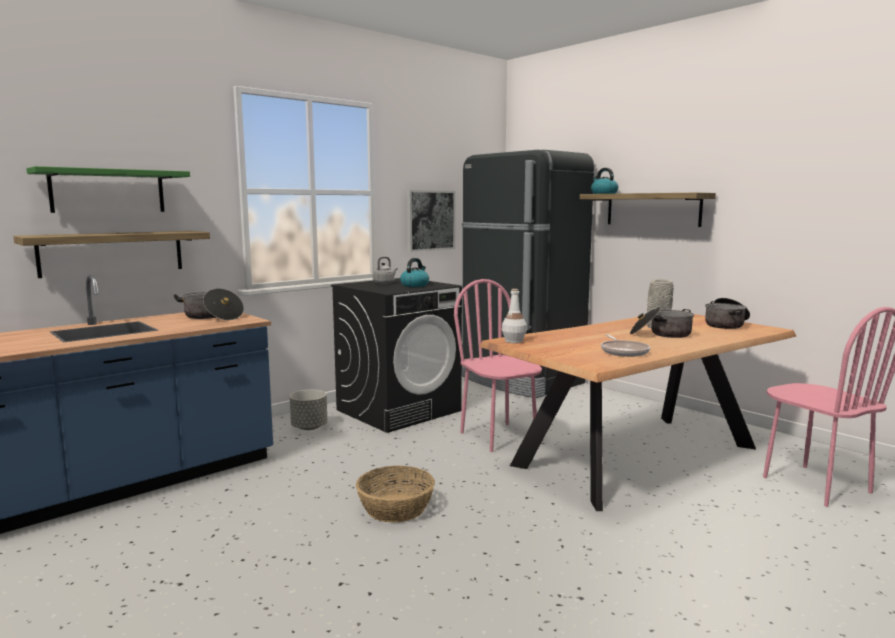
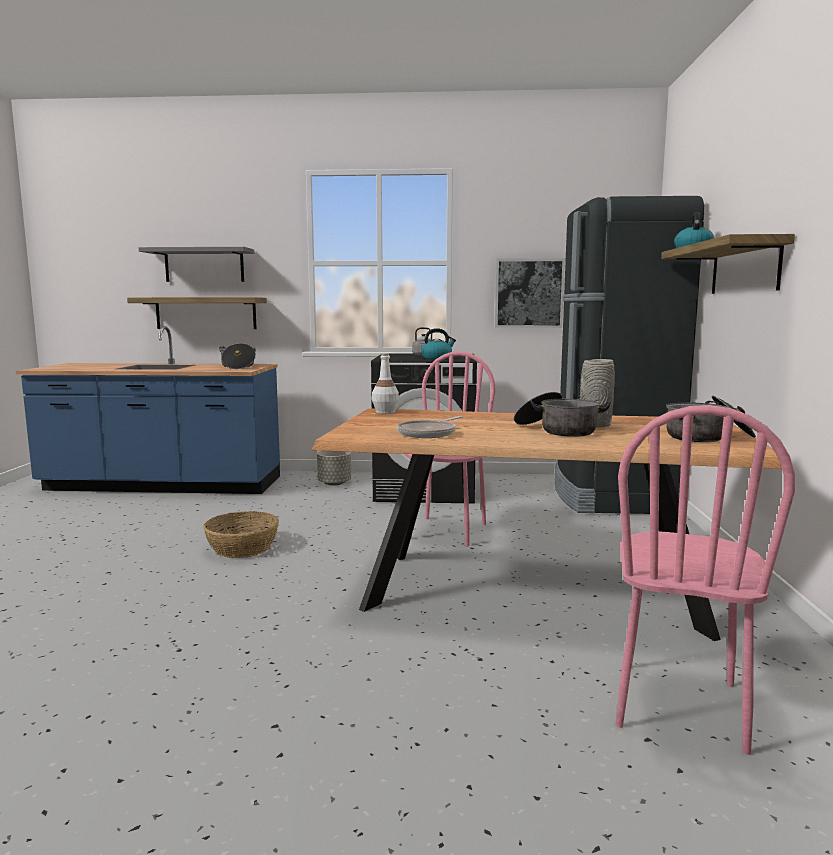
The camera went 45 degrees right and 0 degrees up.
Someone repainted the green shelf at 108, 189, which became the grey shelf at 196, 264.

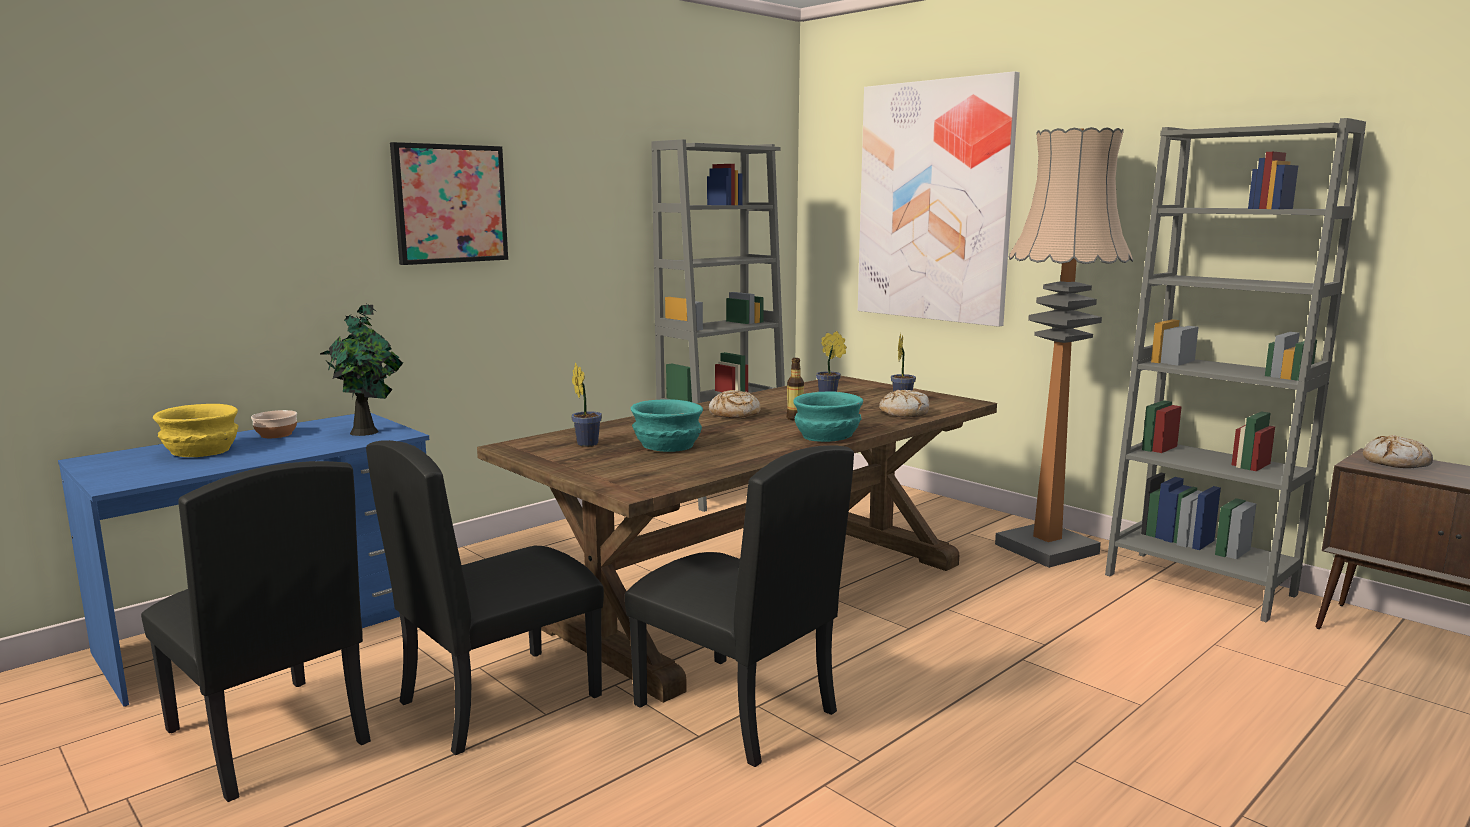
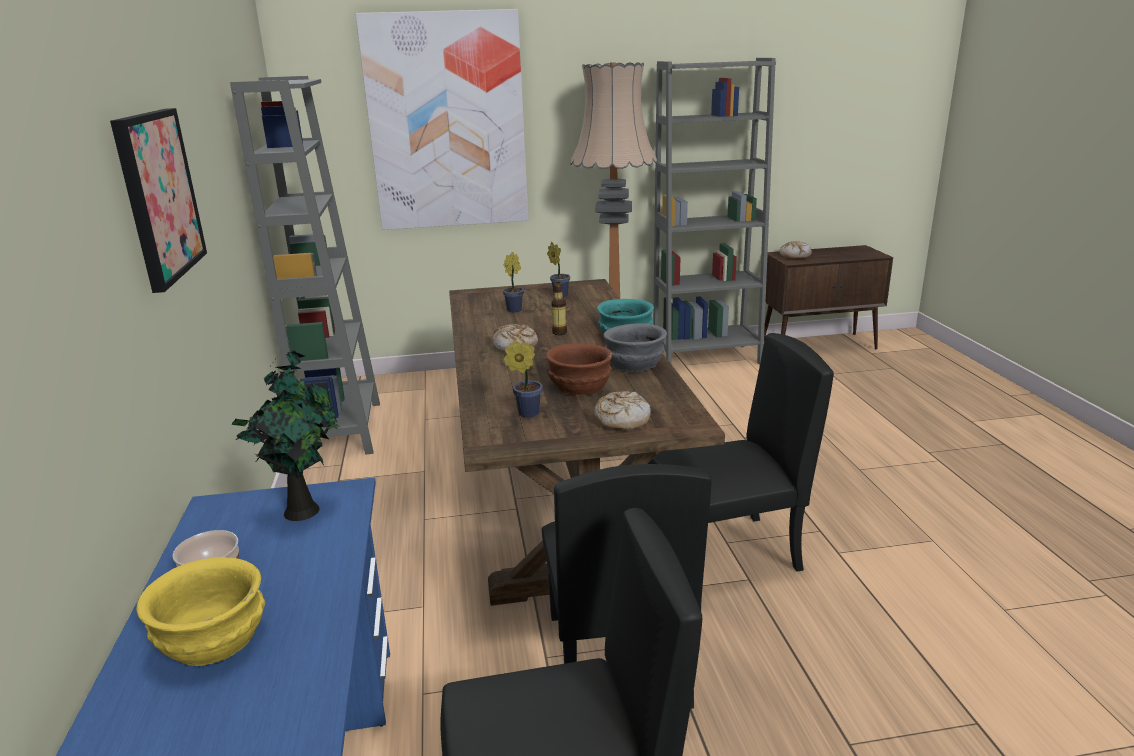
The camera went 55 degrees left and 10 degrees up.
Someone repainted the turquoise bowl at 667, 425, which became the brown bowl at 579, 369.
Someone carried the bread from 904, 403 to 622, 410.
Someone put down the grey bowl at 635, 347.

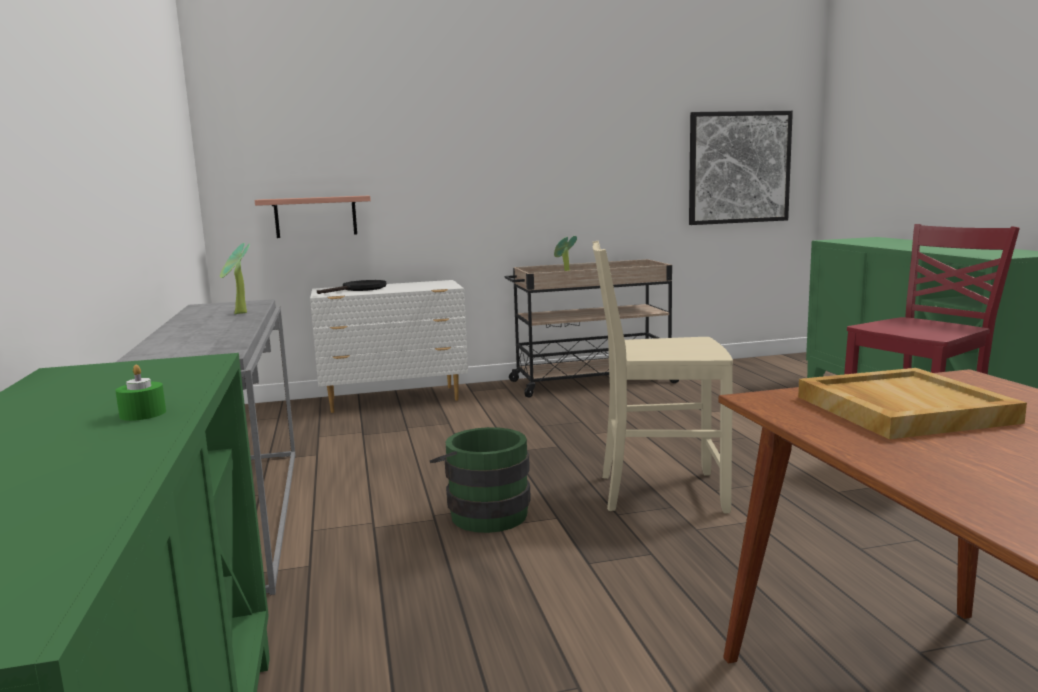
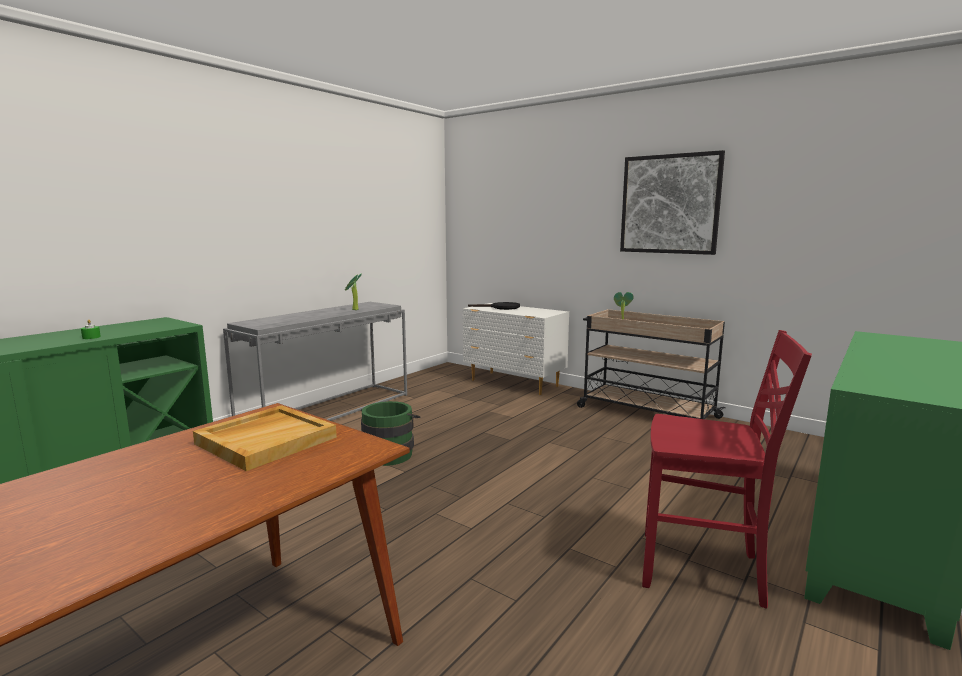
The camera went 50 degrees right and 0 degrees up.
Someone carried the picture from 741, 168 to 672, 202.
Someone took away the shelf at 313, 217.
Someone took away the beige chair at 663, 377.

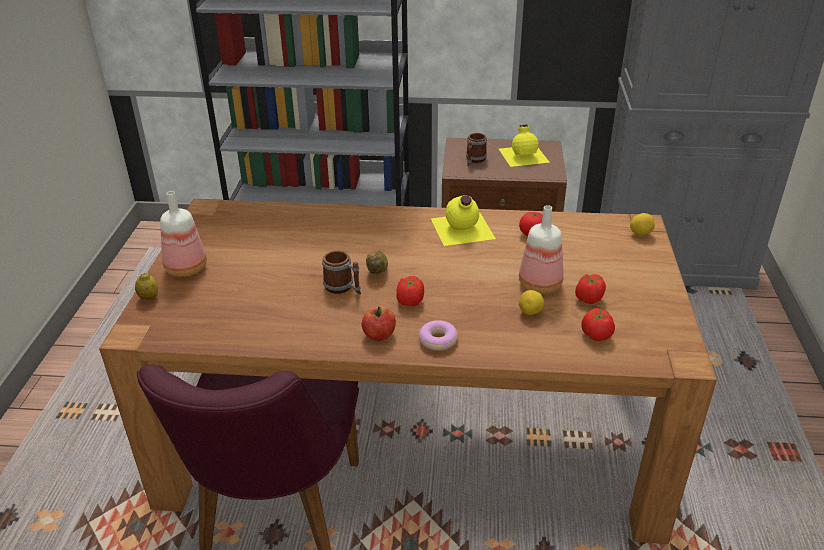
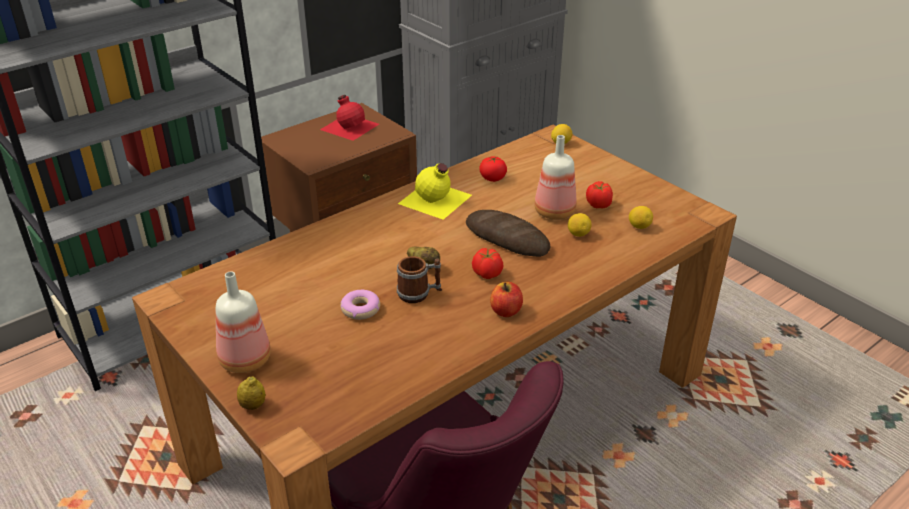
The camera went 45 degrees left and 0 degrees up.
Someone repainted the yellow bottle at 524, 145, which became the red bottle at 349, 118.
Someone carried the donut from 438, 335 to 360, 305.
Someone put down the bread at 508, 233.
Someone swapped the tomato at 598, 324 for the lemon at 641, 217.
Someone took away the mug at 476, 149.

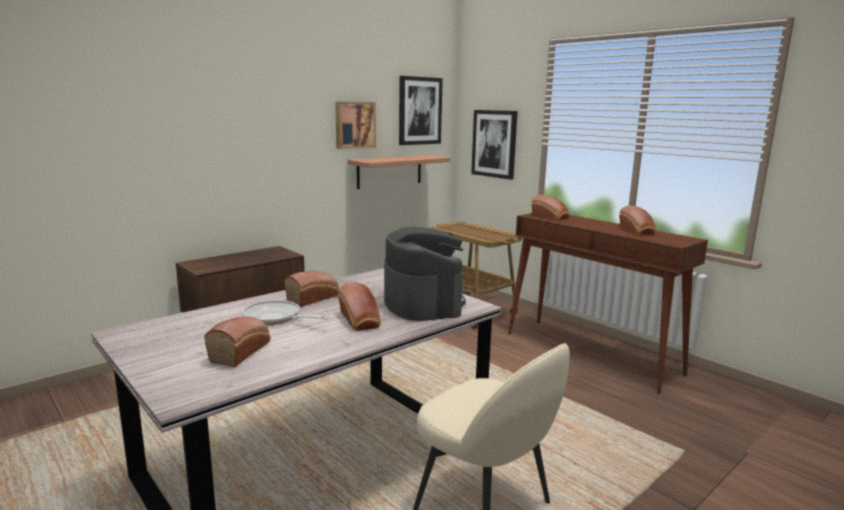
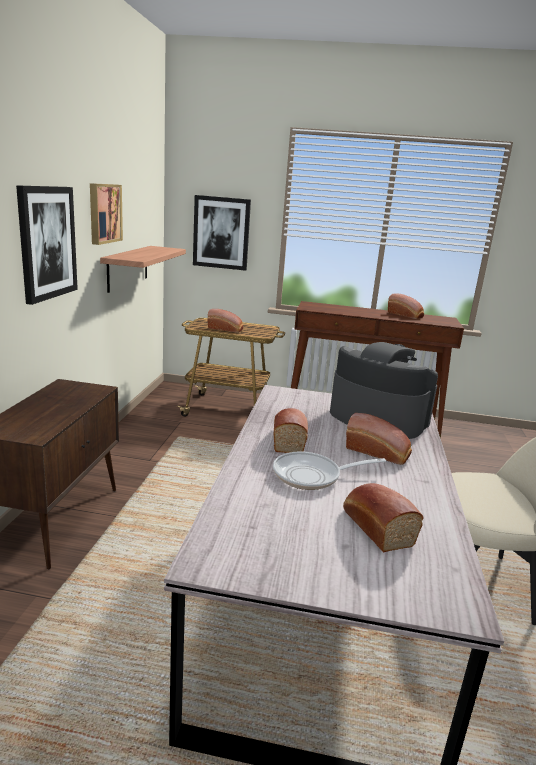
The camera went 40 degrees left and 5 degrees up.
Someone carried the picture from 421, 110 to 47, 245.
Someone carried the bread from 550, 207 to 225, 321.

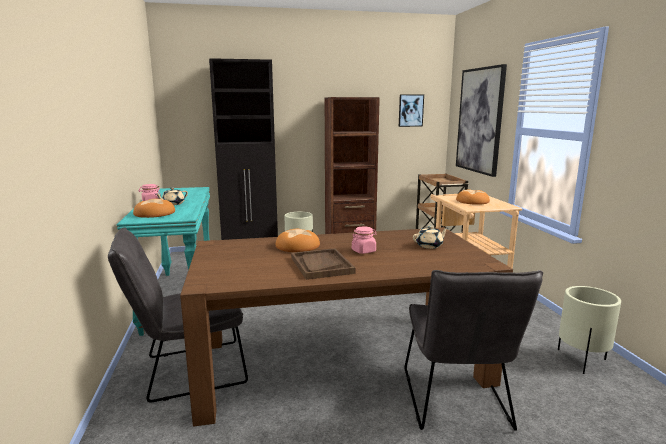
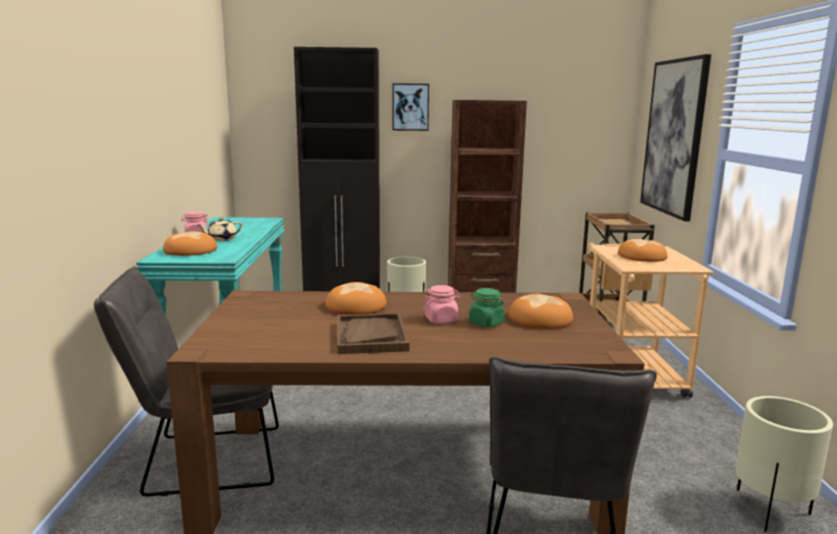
The camera went 10 degrees right and 0 degrees up.
Someone carried the picture from 411, 110 to 411, 107.
Someone put down the green jar at 487, 307.
Someone swapped the beige teapot at 430, 237 for the bread at 540, 311.

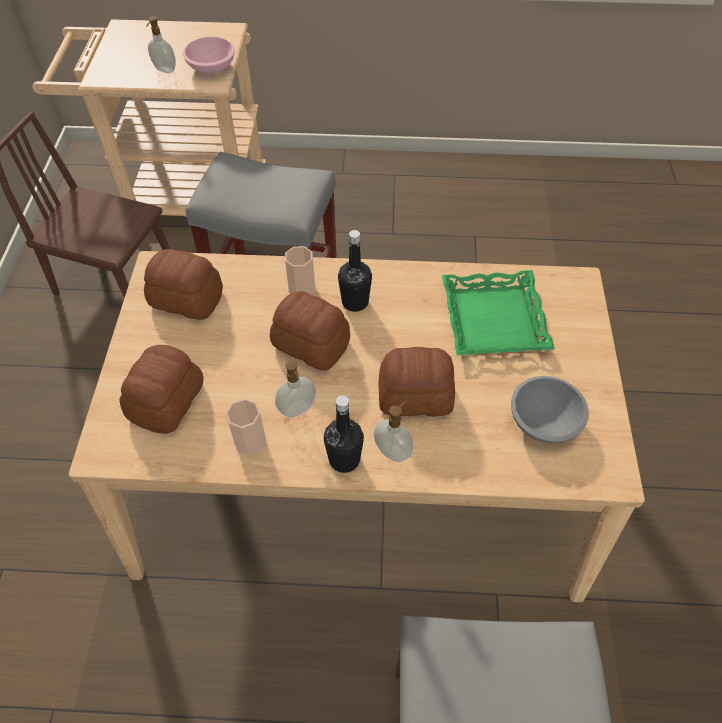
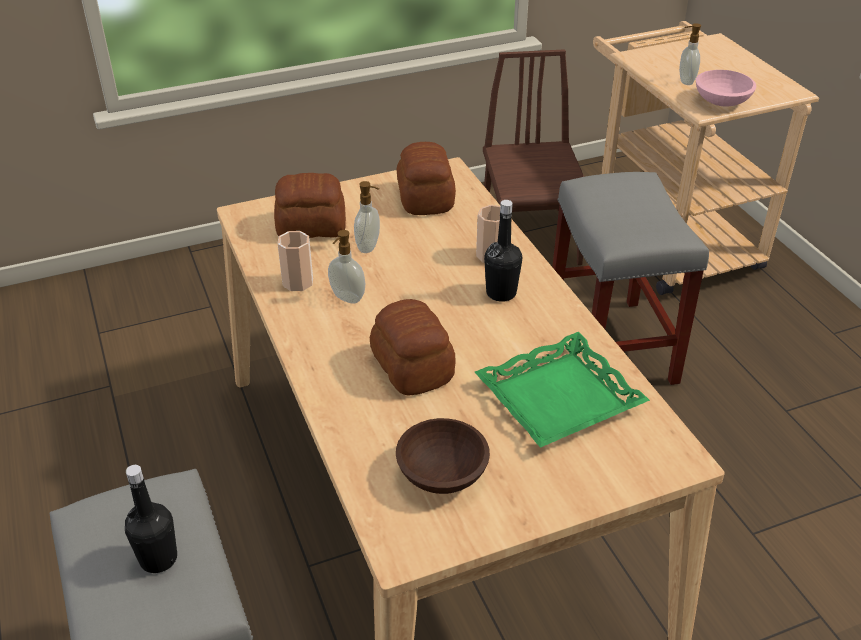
The camera went 65 degrees right and 15 degrees down.
Someone carried the black bottle from 344, 434 to 151, 519.
Someone carried the soap dispenser from 393, 431 to 367, 217.
Someone repainted the grey bowl at 550, 410, which became the brown bowl at 443, 456.
Someone took away the bread at 310, 331.

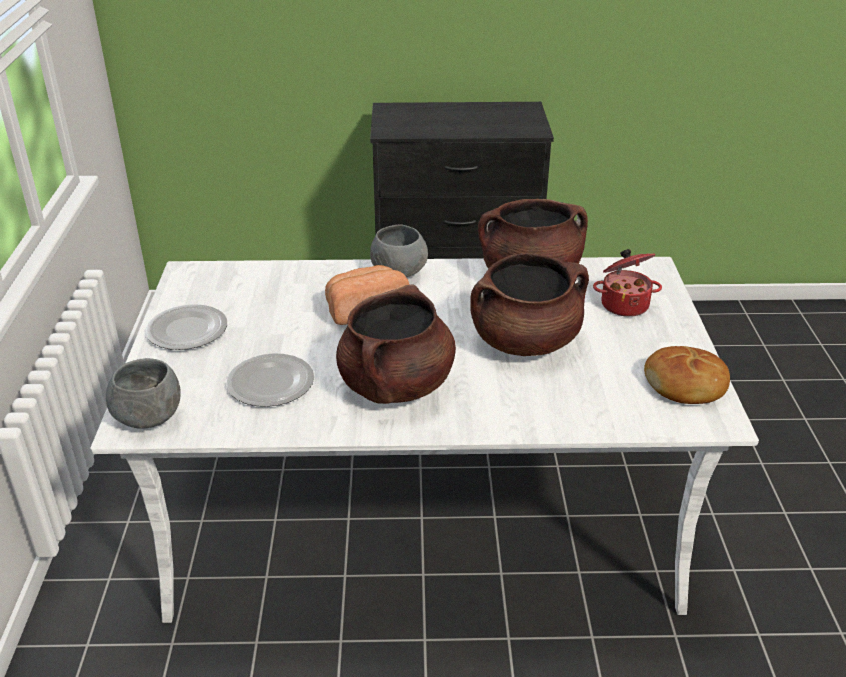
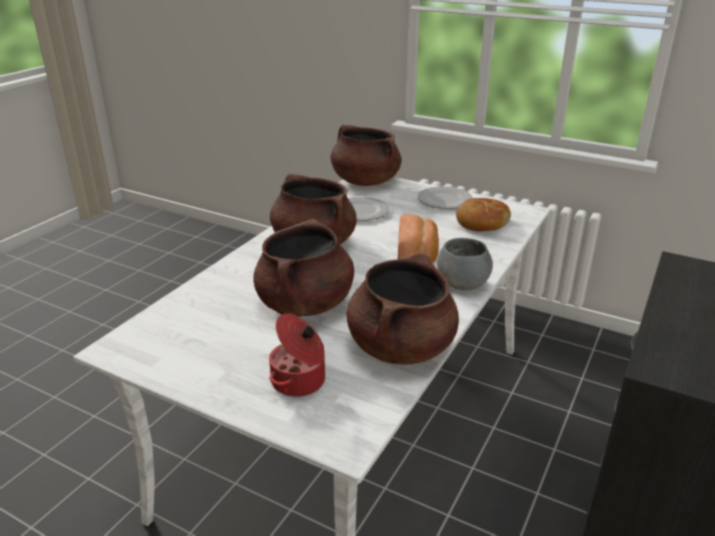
The camera went 120 degrees right and 5 degrees down.
Someone swapped the grey bowl at 143, 393 for the brown cooking pot at 366, 155.
Someone carried the bread from 687, 375 to 483, 215.

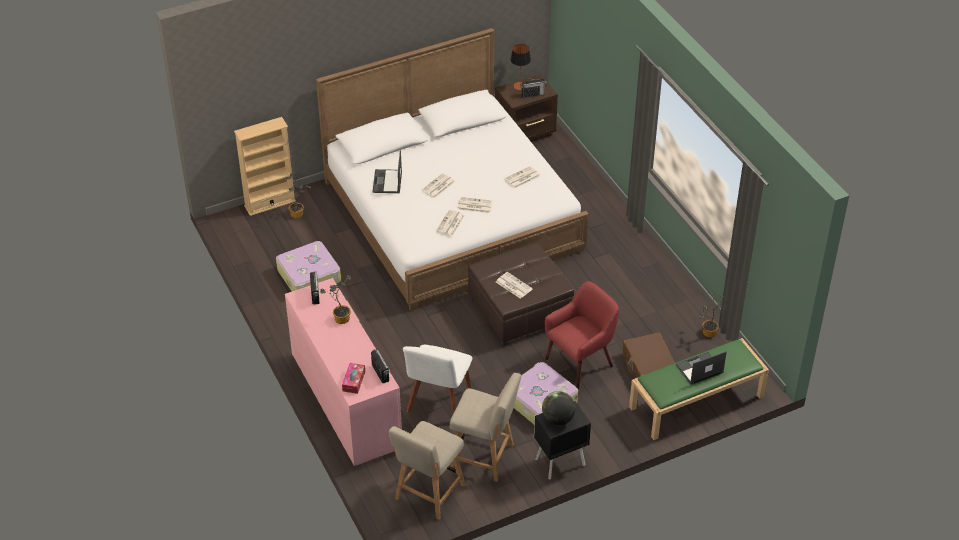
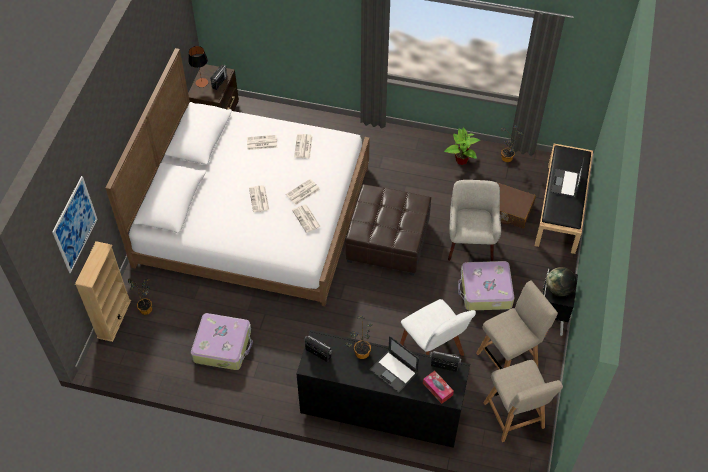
The camera went 50 degrees left and 10 degrees up.
Someone put up the picture at 74, 224.
Someone carried the newspaper from 514, 285 to 262, 142.
Someone repainted the pink dresser at 343, 372, which became the black dresser at 383, 389.
Someone carried the laptop from 387, 171 to 394, 364.
Someone put down the potted plant at 462, 146.
Someone repainted the red armchair at 582, 335, which became the beige armchair at 474, 220.
Someone repainted the green bench at 699, 389, which became the black bench at 564, 199.

